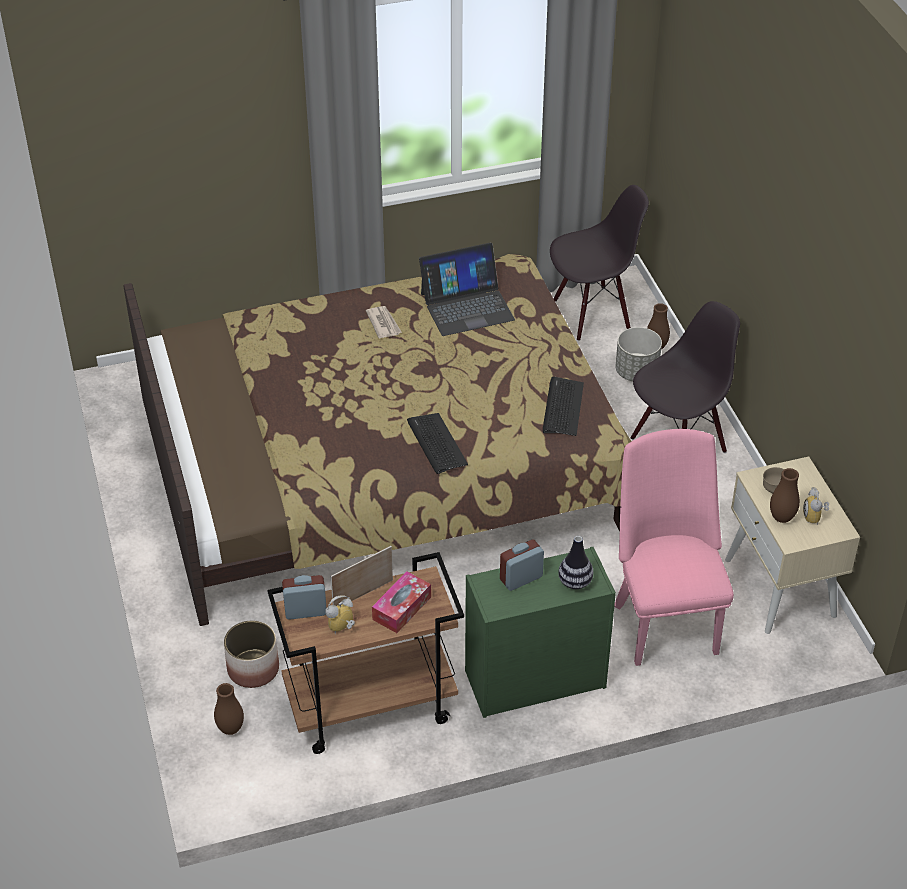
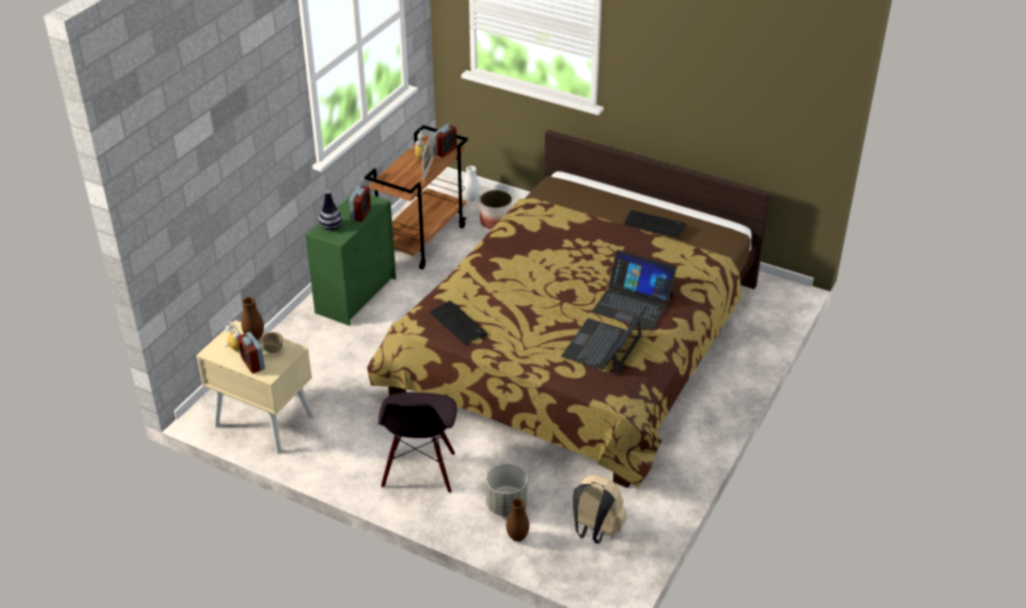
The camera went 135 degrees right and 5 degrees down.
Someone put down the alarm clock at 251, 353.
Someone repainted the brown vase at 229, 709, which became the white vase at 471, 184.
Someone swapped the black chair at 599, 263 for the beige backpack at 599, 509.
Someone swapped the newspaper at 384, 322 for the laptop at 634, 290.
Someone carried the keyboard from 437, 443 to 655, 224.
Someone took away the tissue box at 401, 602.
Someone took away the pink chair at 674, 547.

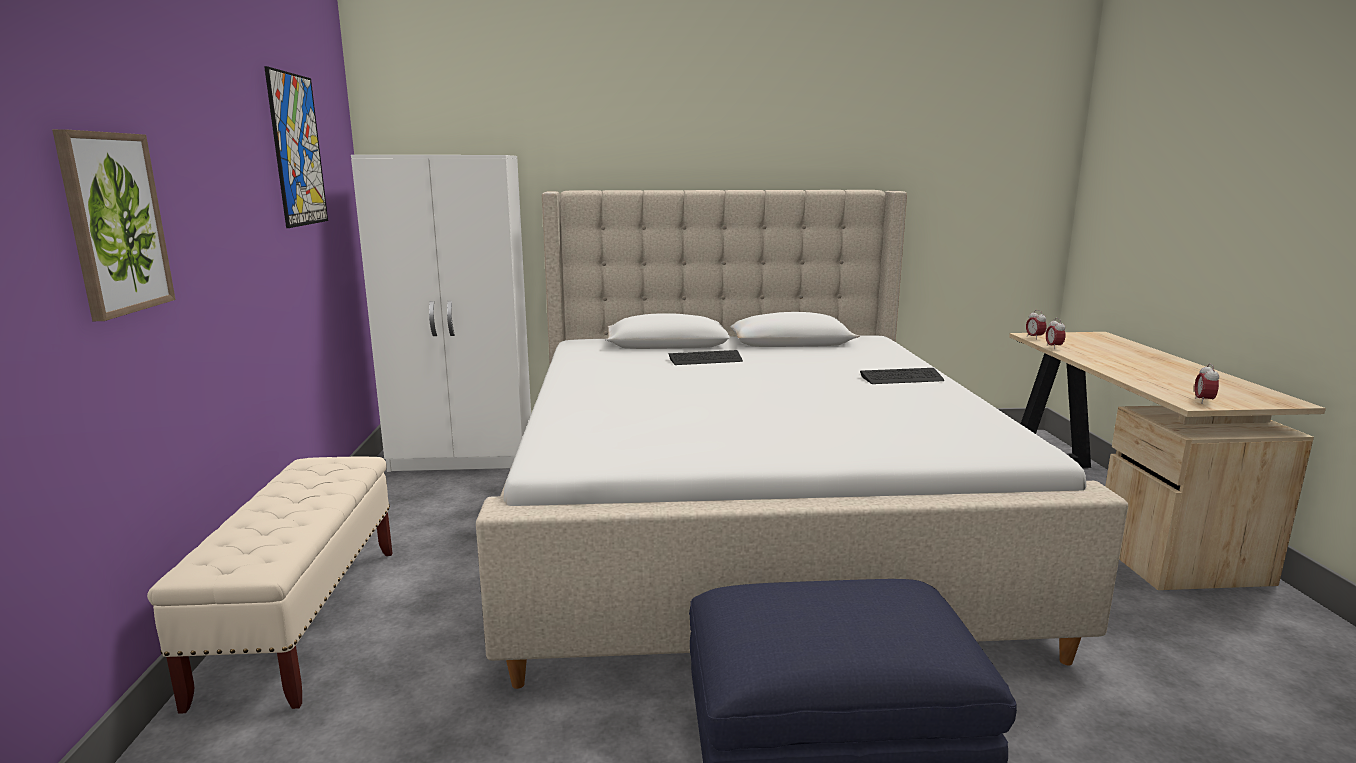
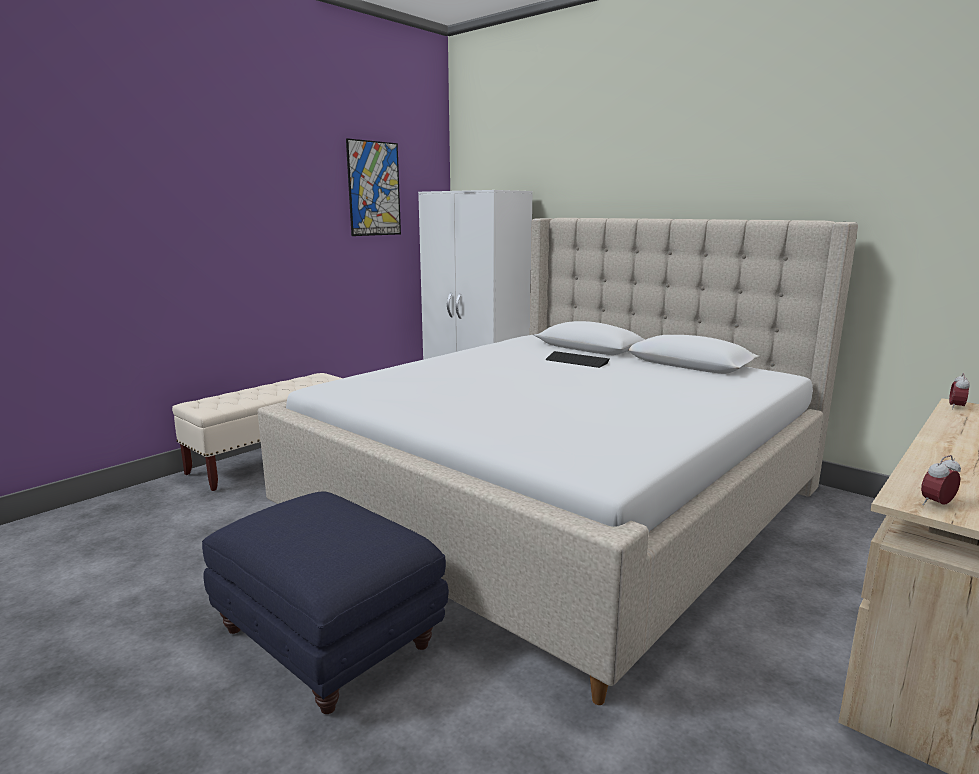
The camera went 45 degrees right and 0 degrees up.
Someone took away the picture at 114, 225.
Someone took away the keyboard at 902, 376.
Someone took away the alarm clock at 1055, 333.

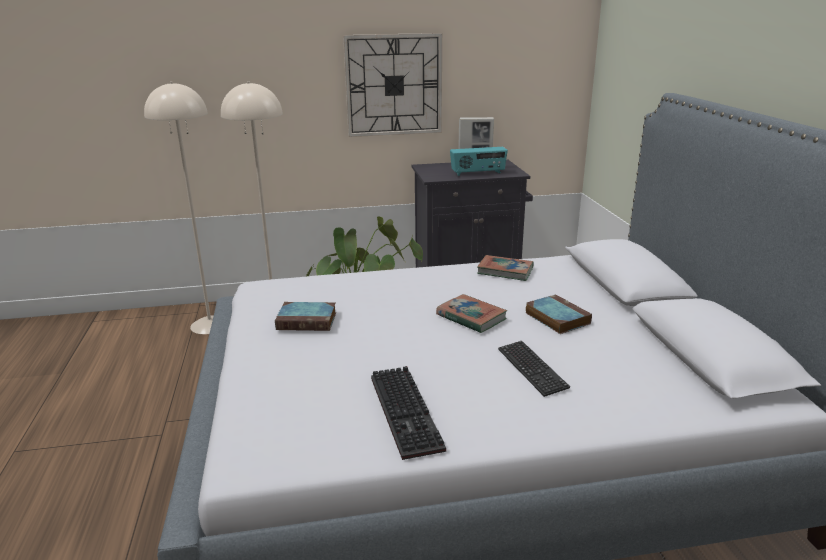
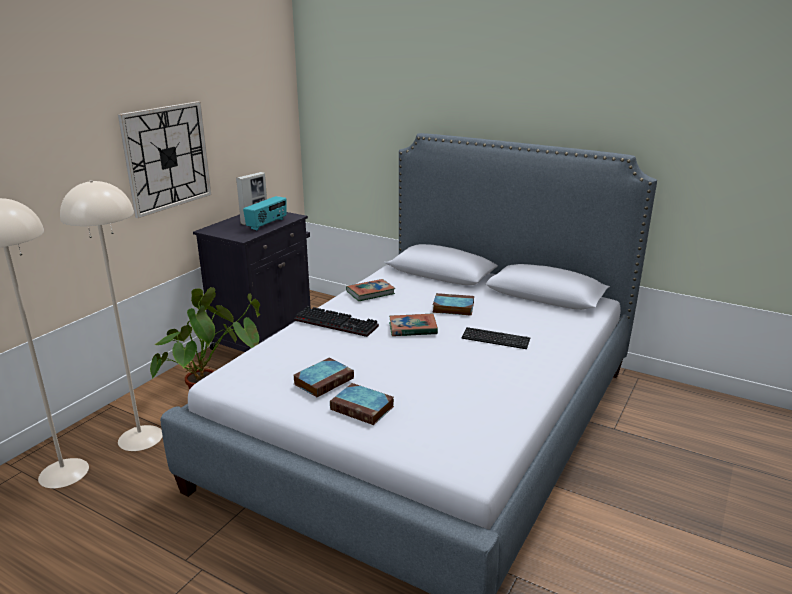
The camera went 50 degrees left and 0 degrees up.
Someone carried the keyboard from 408, 413 to 336, 321.
Someone put down the book at 362, 404.

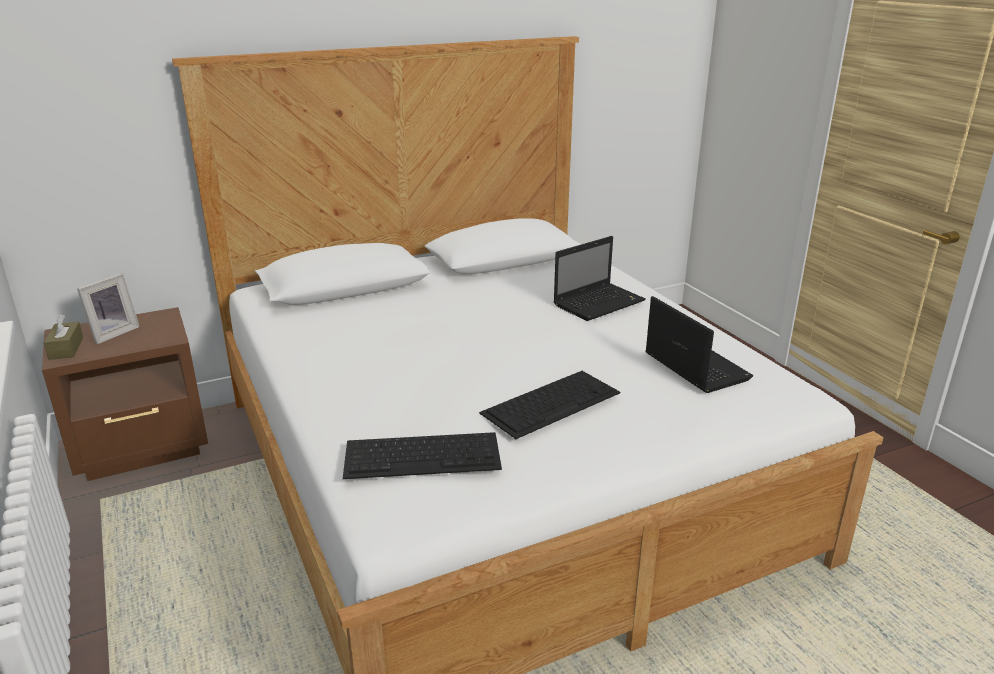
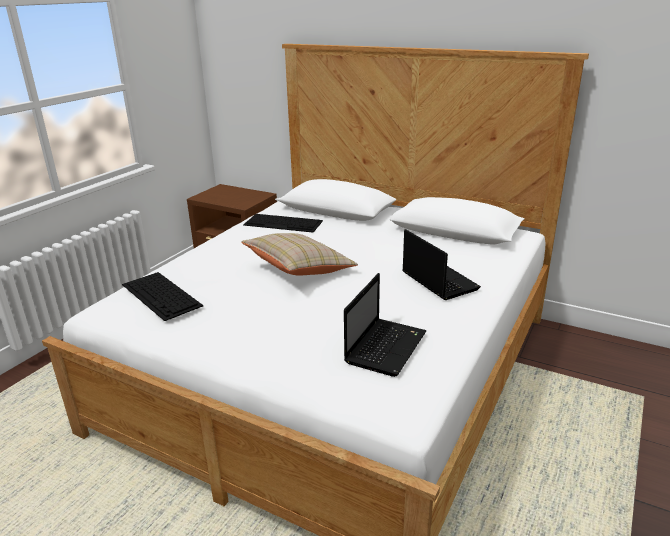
The camera went 55 degrees right and 0 degrees up.
Someone put down the beige pillow at 299, 254.
Someone carried the keyboard from 549, 405 to 283, 223.
Someone rotated the laptop at 600, 278 by 135 degrees counterclockwise.
Someone took away the brown tissue box at 63, 337.
Someone took away the picture frame at 108, 308.

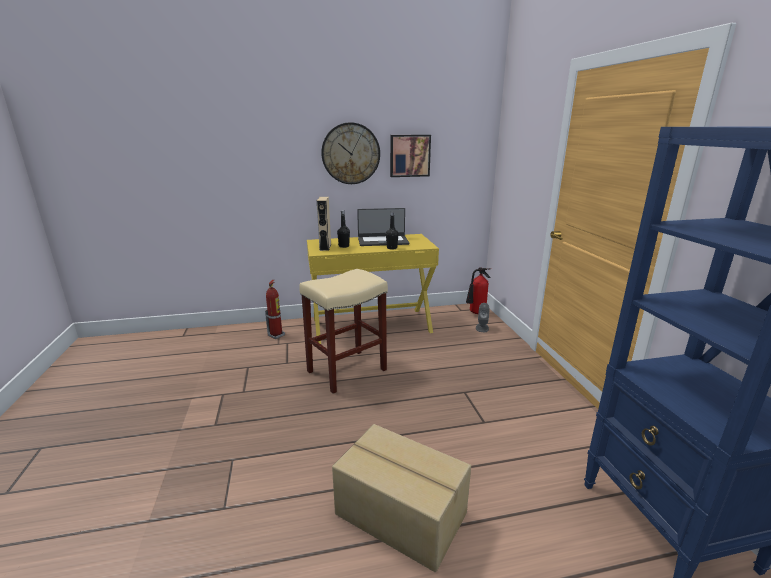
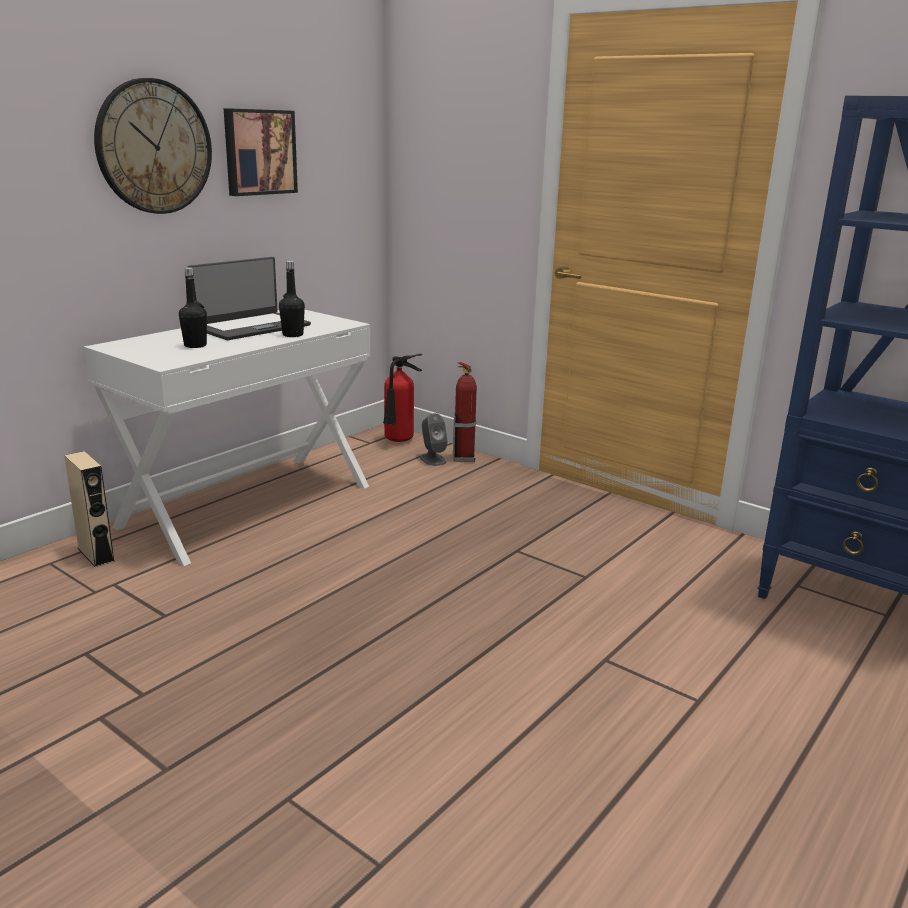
The camera went 40 degrees left and 0 degrees up.
Someone carried the beige speaker from 324, 224 to 89, 509.
Someone repainted the yellow desk at 373, 289, which became the white desk at 227, 438.
Someone carried the fire extinguisher from 275, 309 to 465, 412.
Someone took away the beige stool at 343, 331.
Someone took away the cardboard box at 401, 498.

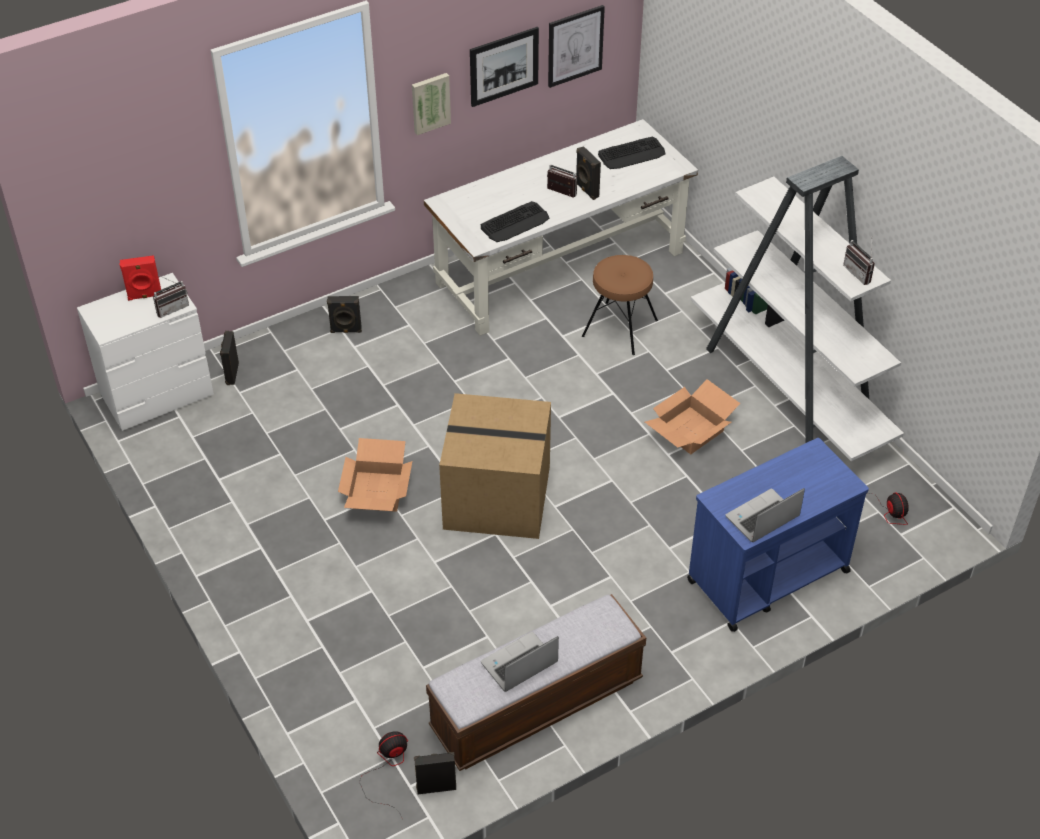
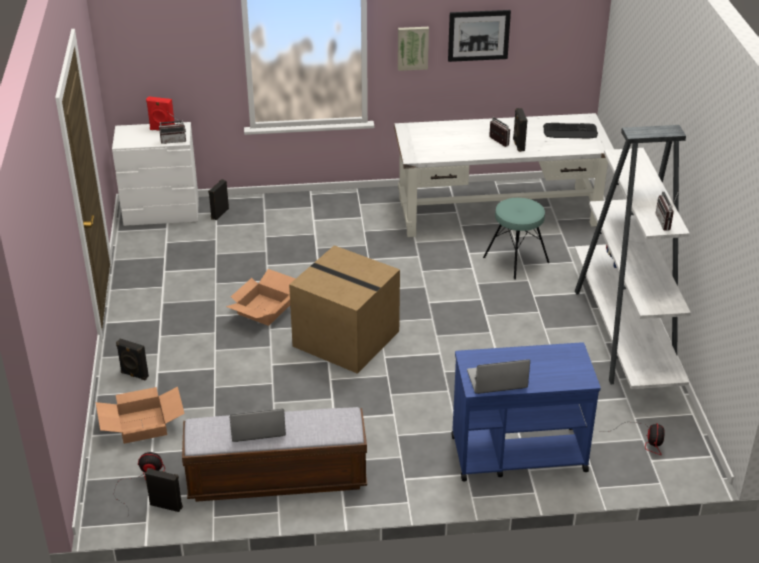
The camera went 25 degrees right and 10 degrees down.
Someone carried the cardboard box from 693, 416 to 140, 415.
Someone carried the black speaker from 344, 314 to 132, 359.
Someone repainted the brown stool at 620, 305, which became the turquoise stool at 516, 239.
Someone took away the keyboard at 515, 221.
Someone took away the picture at 576, 46.

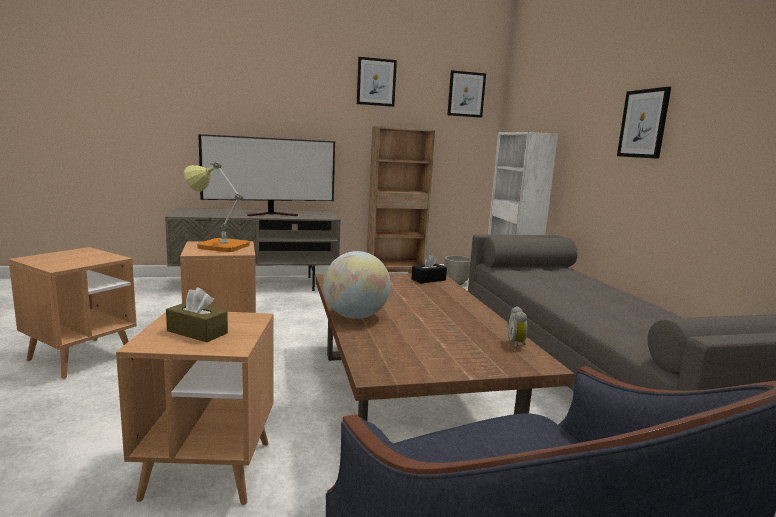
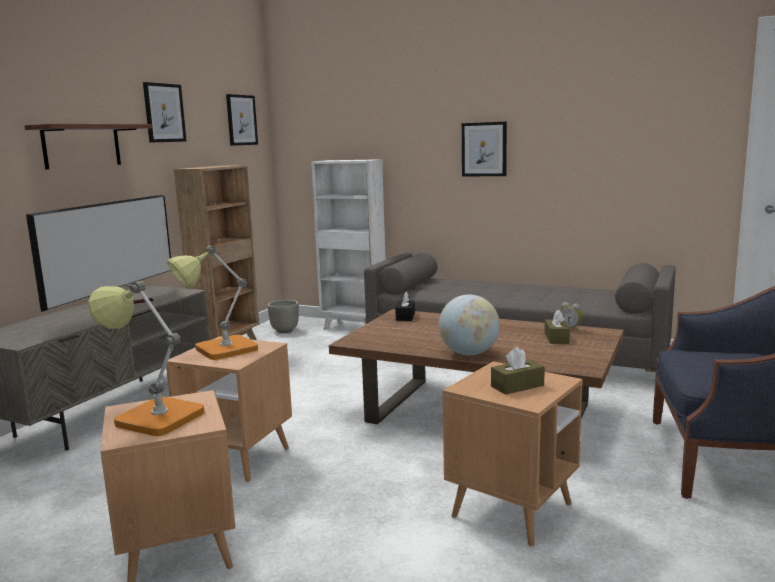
The camera went 50 degrees left and 0 degrees up.
Someone put up the shelf at 88, 146.
Someone put down the table lamp at 146, 358.
Someone put down the brown tissue box at 557, 327.

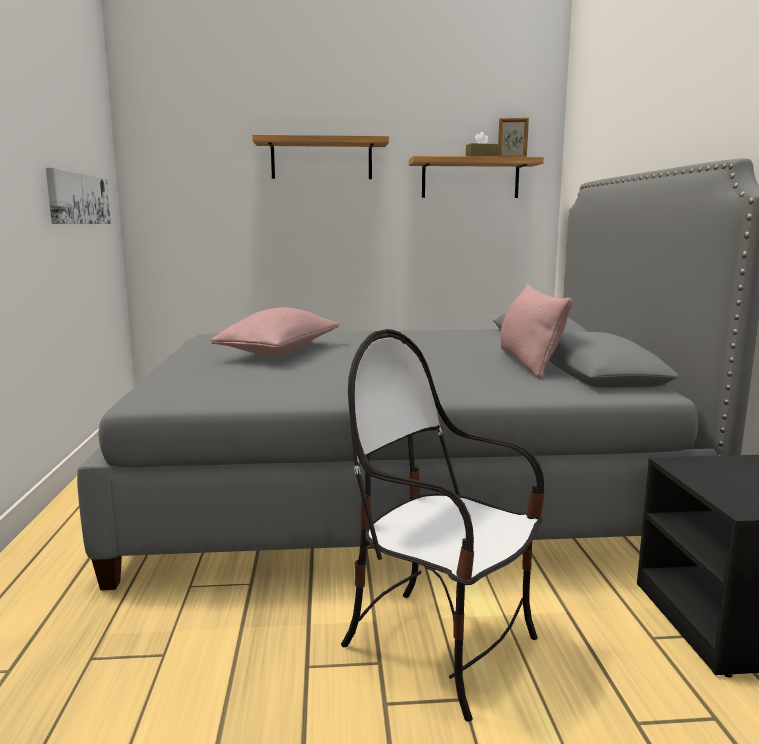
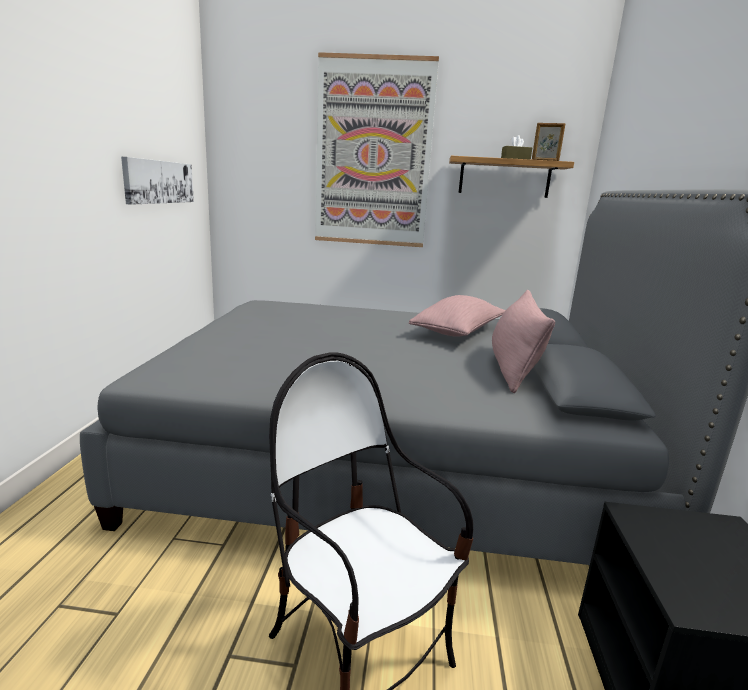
The camera went 10 degrees right and 5 degrees up.
Someone swapped the shelf at 320, 157 for the picture at 377, 149.
Someone carried the pink pillow from 275, 331 to 457, 316.

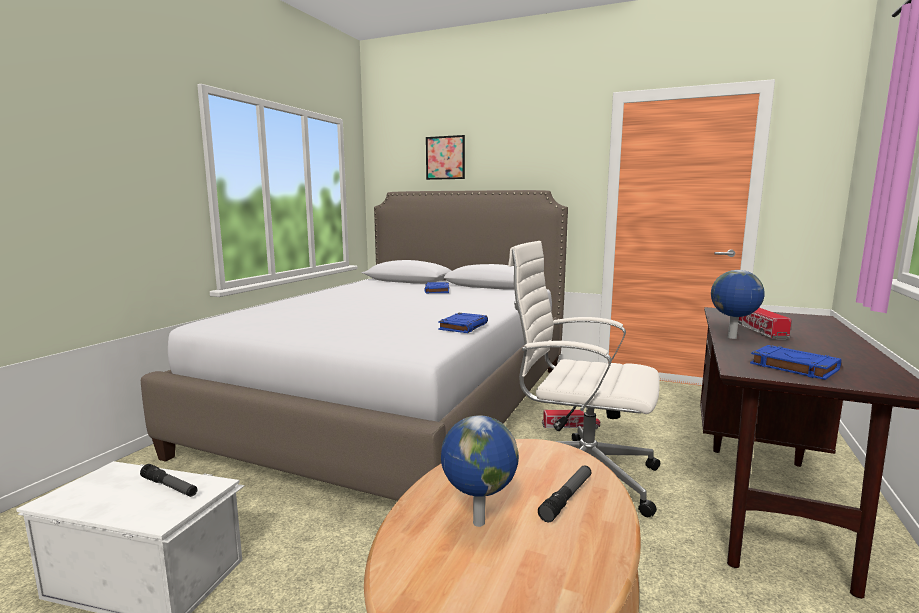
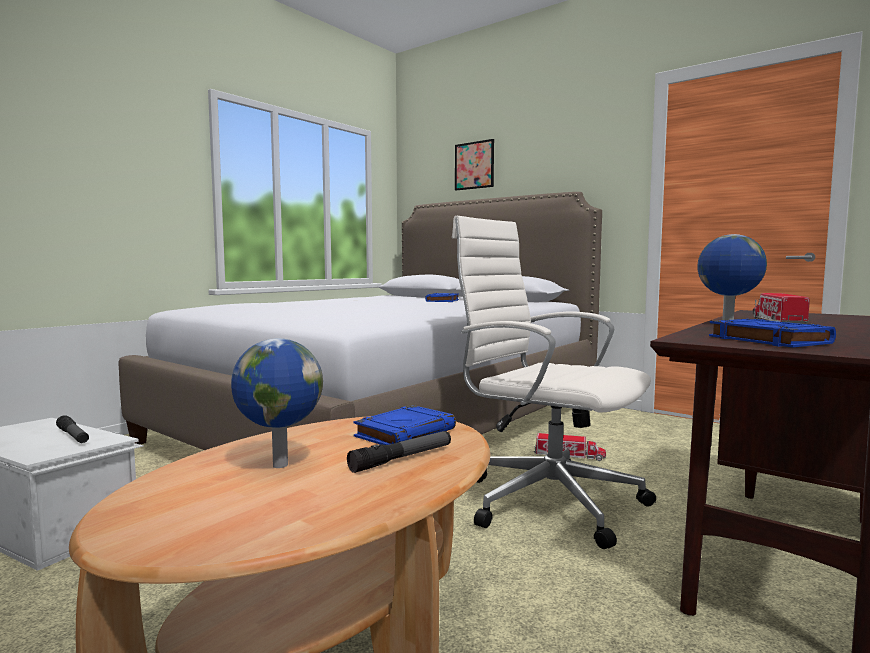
The camera went 15 degrees right and 5 degrees down.
Someone carried the blue book from 463, 323 to 405, 425.

